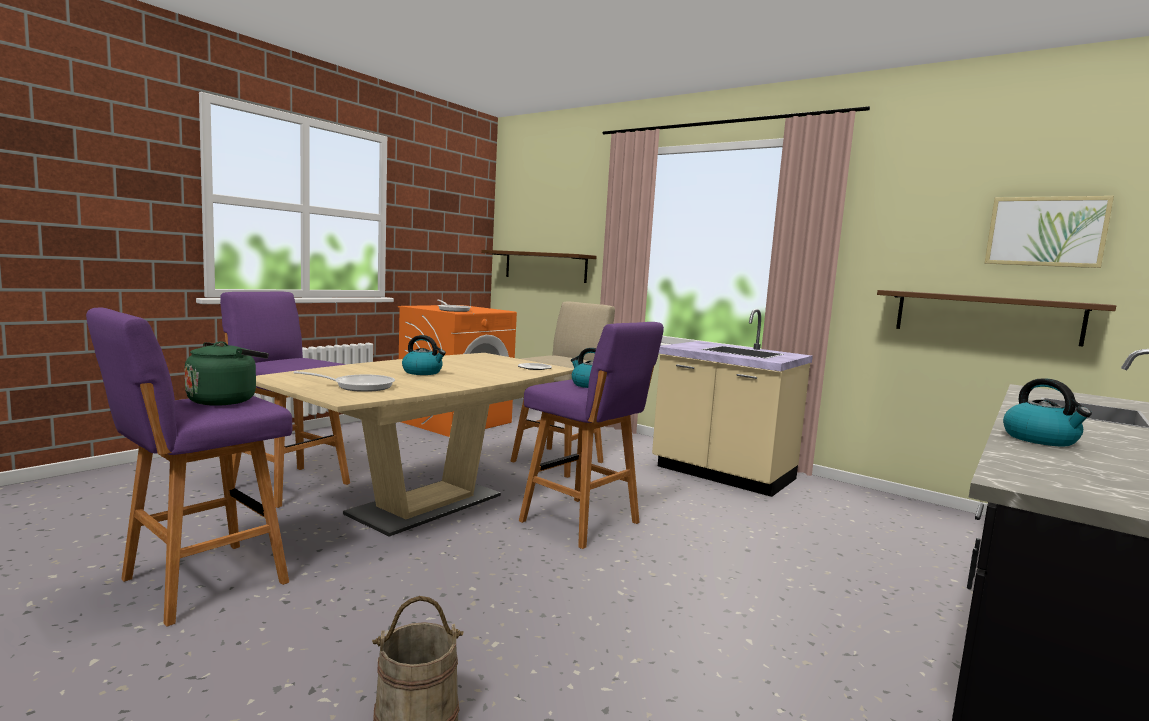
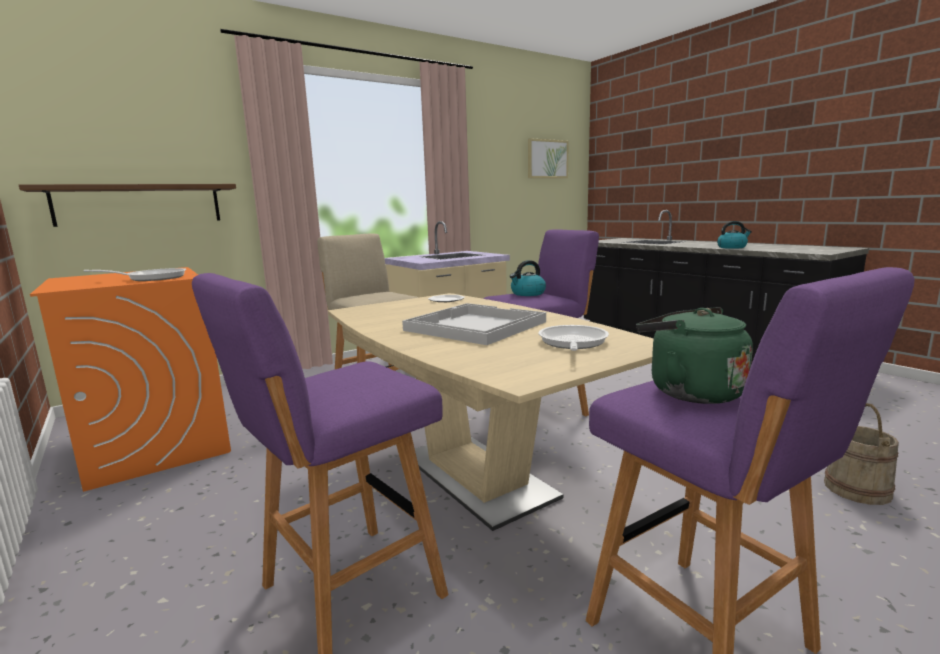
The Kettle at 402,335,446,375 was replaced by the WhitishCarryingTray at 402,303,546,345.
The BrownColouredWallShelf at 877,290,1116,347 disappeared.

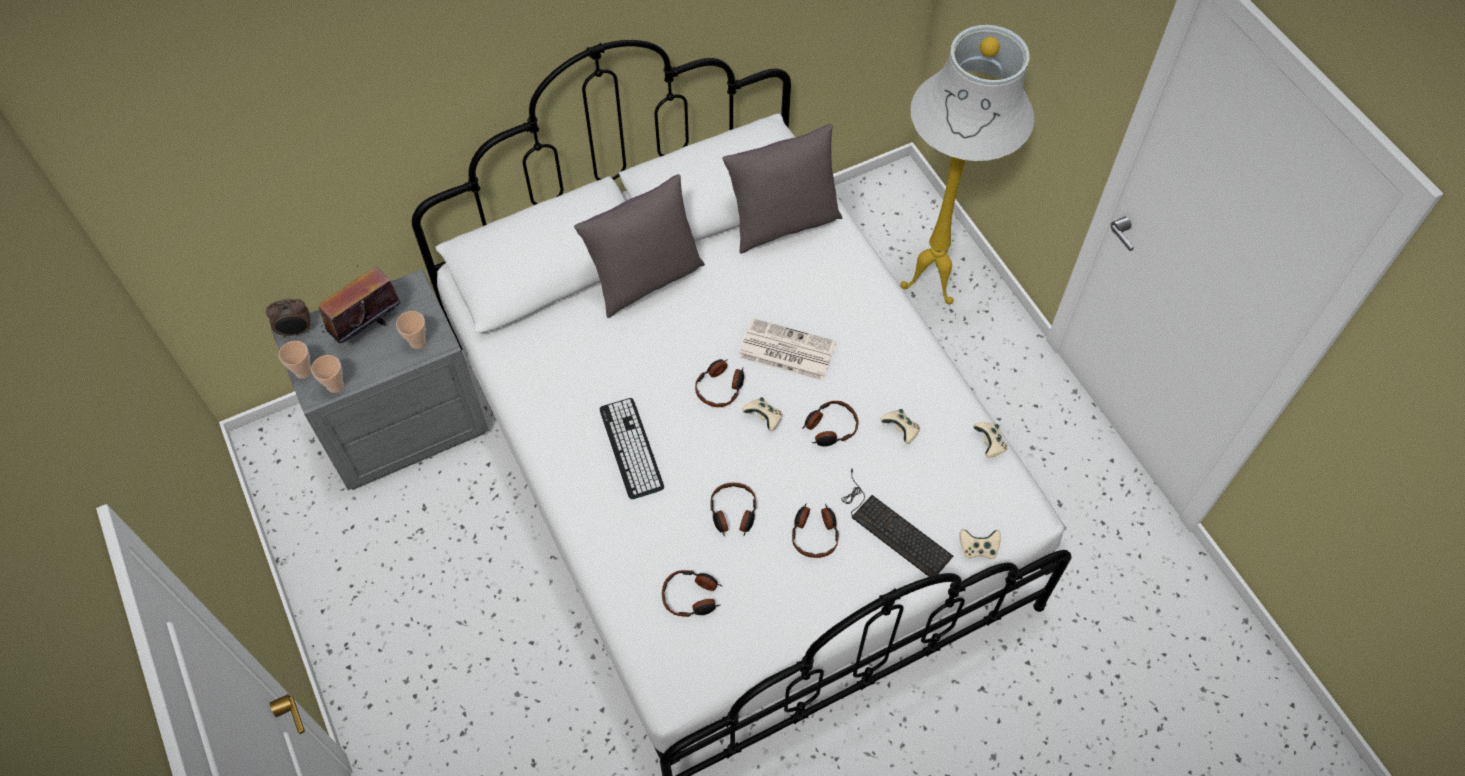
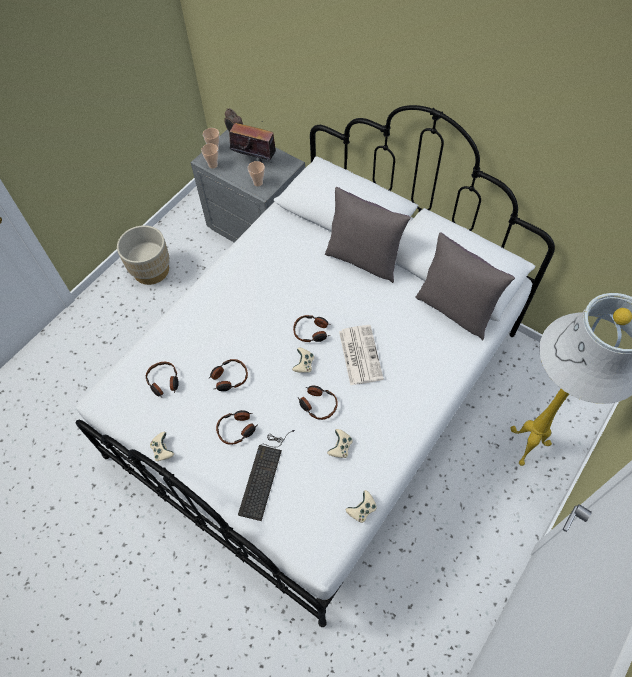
The BeigePlanter at 117,225,170,285 appeared.
The BeigeJoypad moved from 959,529,1001,559 to 150,432,174,461.
The PcKeyboard at 600,398,664,499 disappeared.

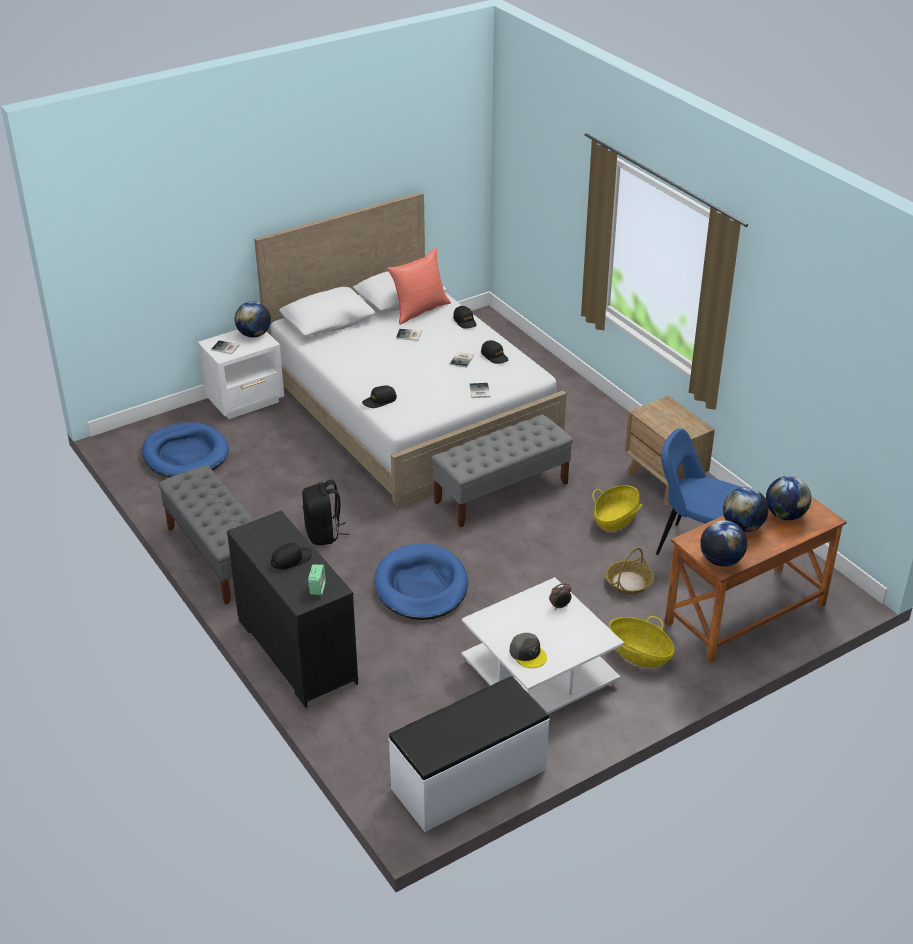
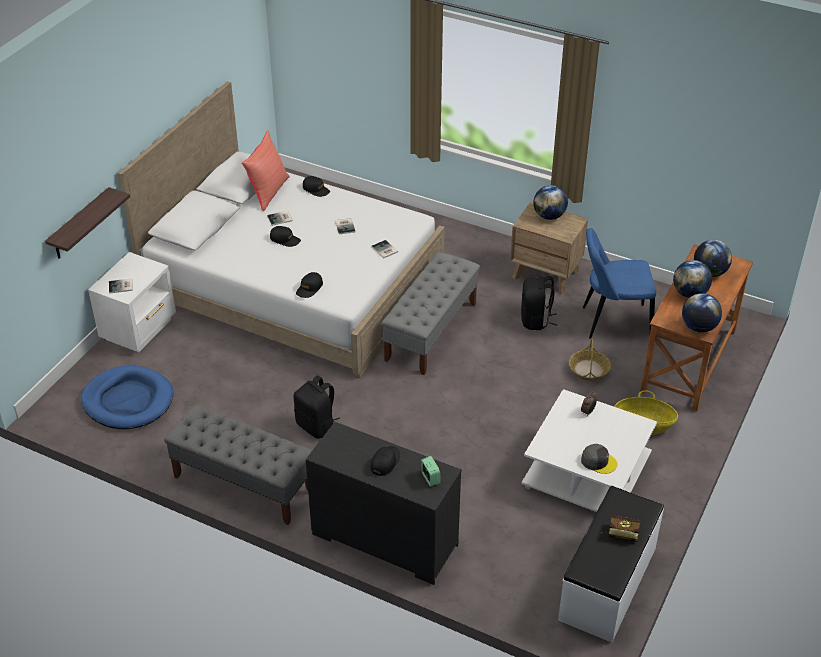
The WallShelf at 45,187,130,259 appeared.
The BlackColouredCap moved from 481,340,508,364 to 270,226,301,247.
The StorageBasket at 592,485,642,531 was replaced by the BlackColouredBackpack at 521,276,557,330.
The Globe moved from 235,301,271,338 to 533,185,568,220.
The BoundBook at 601,515,641,542 appeared.
The BlueColouredDogCushion at 374,543,468,620 disappeared.

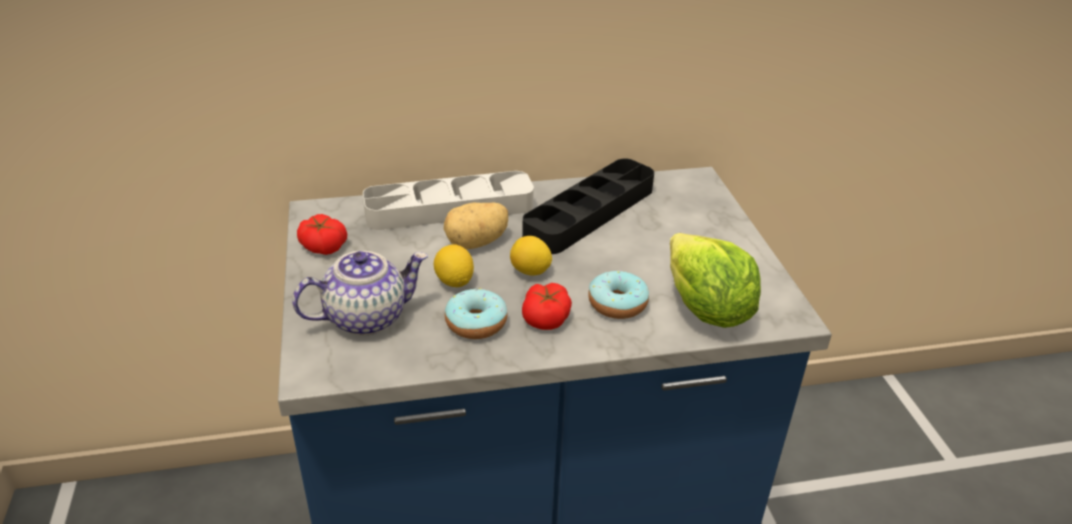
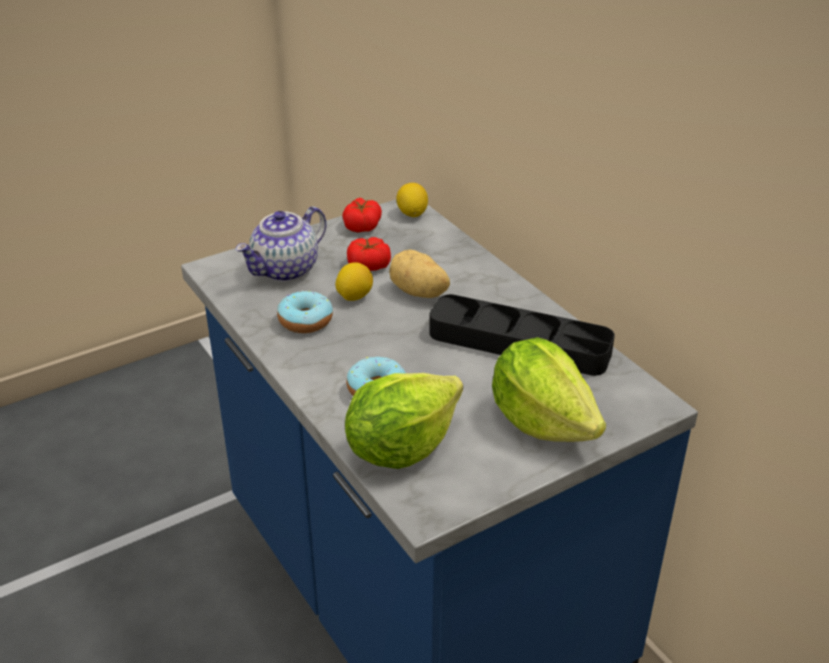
The TeaPot at 292,251,428,336 turned 90 degrees clockwise.
The FreshTomato moved from 522,283,572,330 to 347,237,391,271.
The CitrusFruit moved from 510,236,552,276 to 396,183,428,217.
The HeadOfLettuce at 492,337,606,442 appeared.
The GreyishCarryingTray at 363,171,534,230 disappeared.

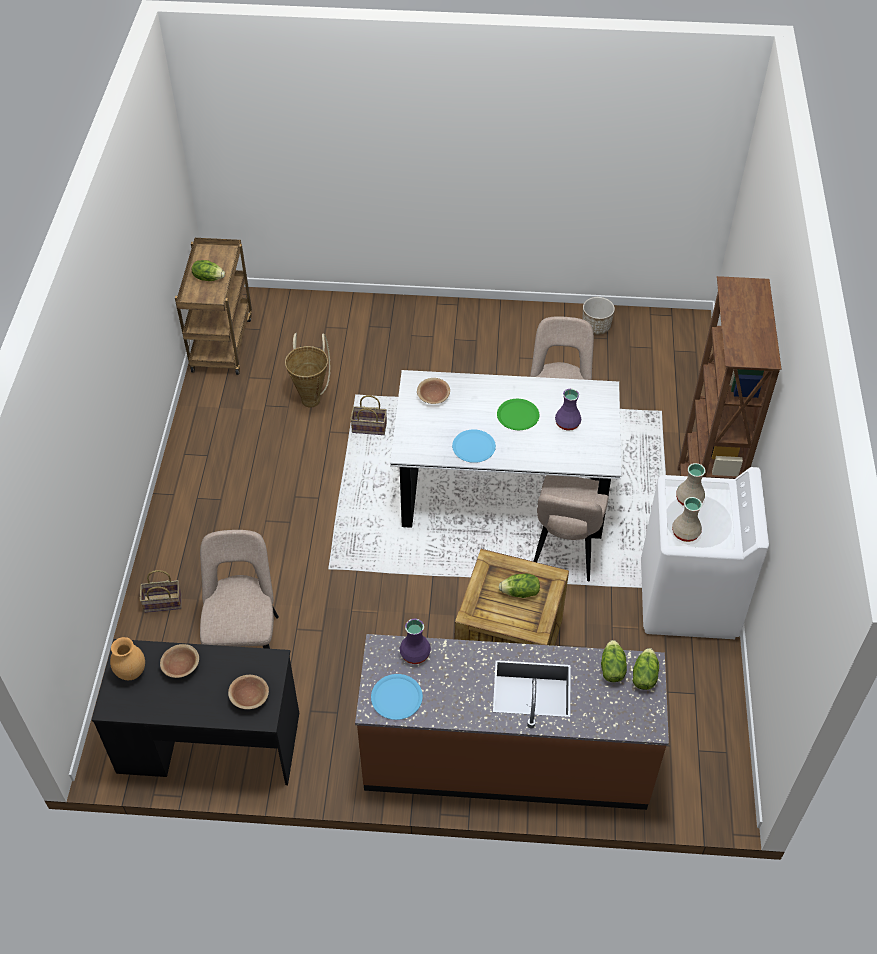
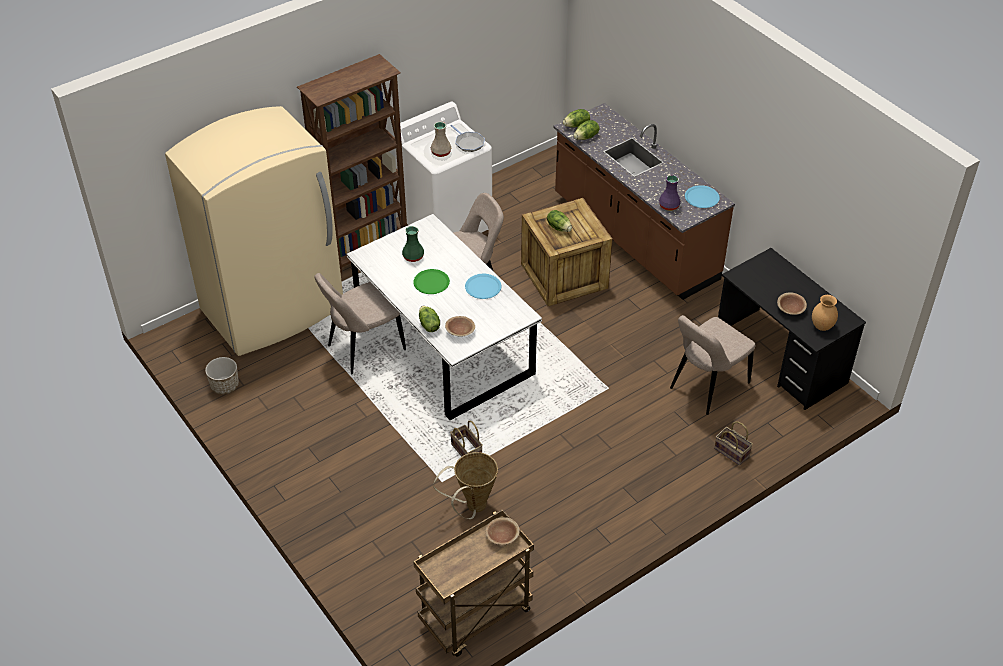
The BeigeFridge at 165,106,343,356 appeared.
The PurpleVase at 555,389,581,431 became the GreenVase at 402,226,424,262.
The HeadOfLettuce moved from 192,260,225,281 to 419,306,440,332.
The BeigeVase at 672,497,702,542 was replaced by the Pan at 451,125,485,152.
The BrownColouredBowl moved from 228,675,269,709 to 485,517,520,545.

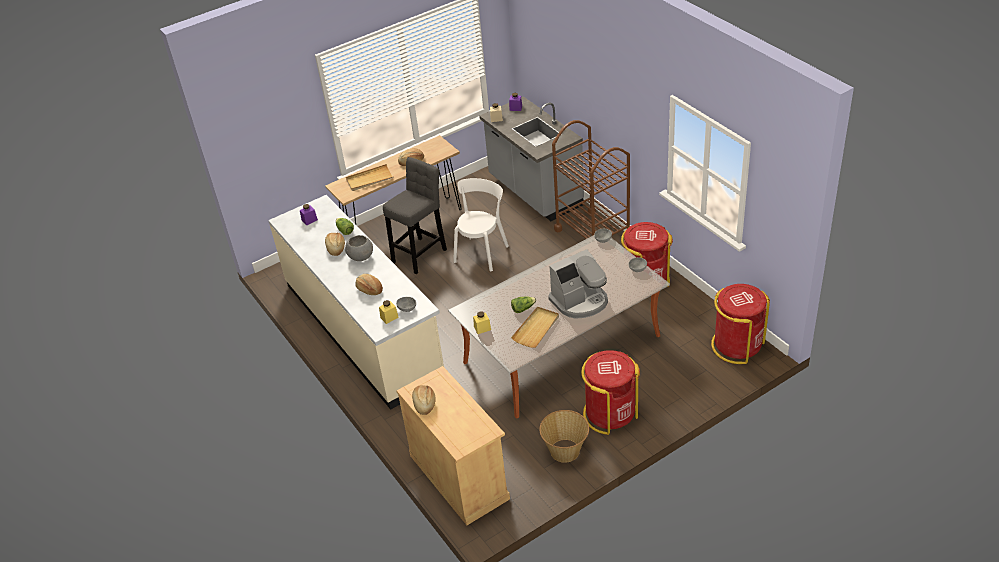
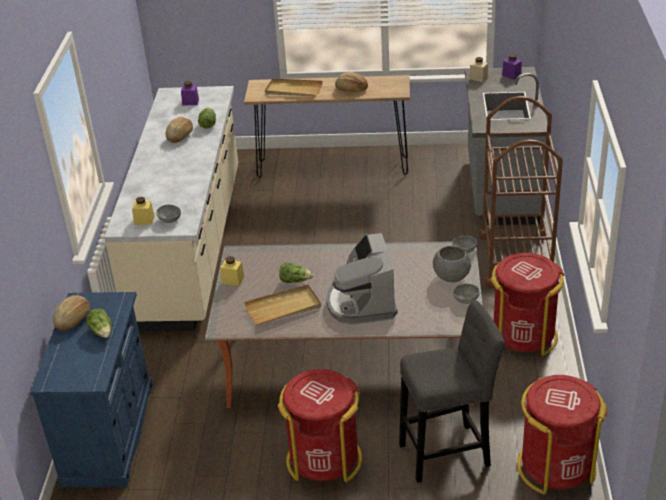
The BeigeStorageCabinet at 396,366,510,525 became the BlueColouredStorageCabinet at 30,292,153,487.
The HeadOfLettuce at 86,309,112,338 appeared.
The CoffeeMachine at 548,249,608,319 turned 75 degrees clockwise.
The GreyishSittingStool moved from 383,157,447,274 to 399,300,505,483.
The GreyishBowl moved from 345,235,373,261 to 433,246,471,282.
The BakedBread at 356,274,383,295 disappeared.
The WhitishUprightChair at 453,178,509,271 disappeared.
The StorageBasket at 539,410,589,463 disappeared.

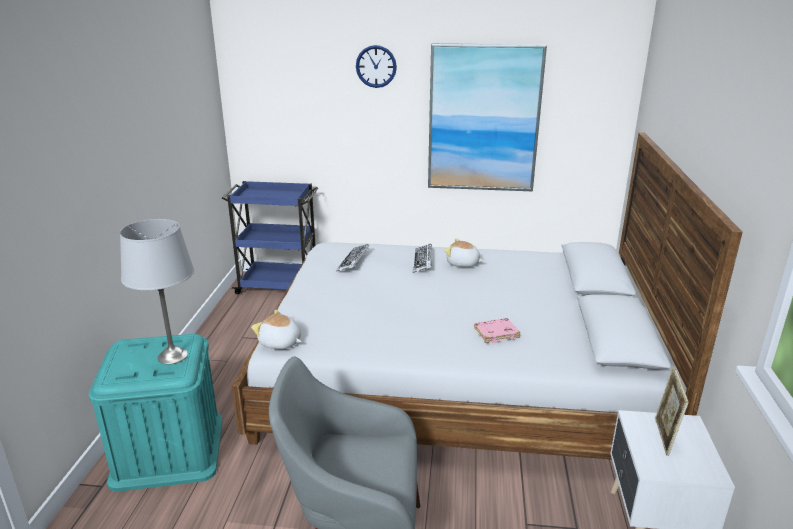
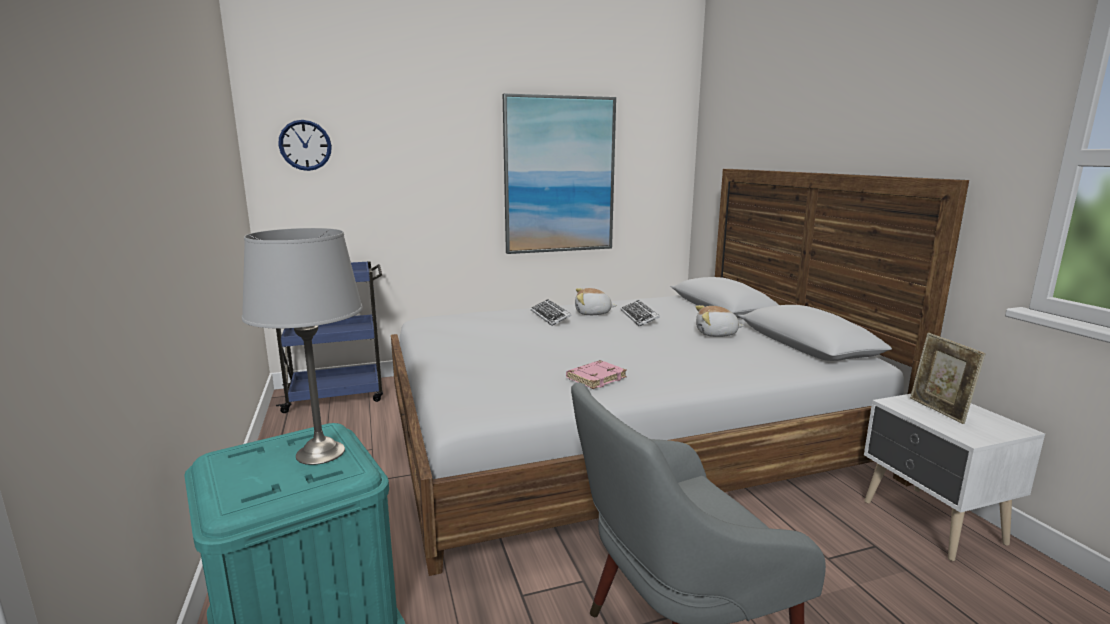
The ClockOnTheWall moved from 356,45,397,88 to 278,120,332,171.
The PinkColouredBoundBook moved from 474,318,521,343 to 566,360,627,389.
The PcKeyboard moved from 336,244,369,272 to 621,300,660,327.
The PlushToy moved from 251,310,302,349 to 695,305,744,337.

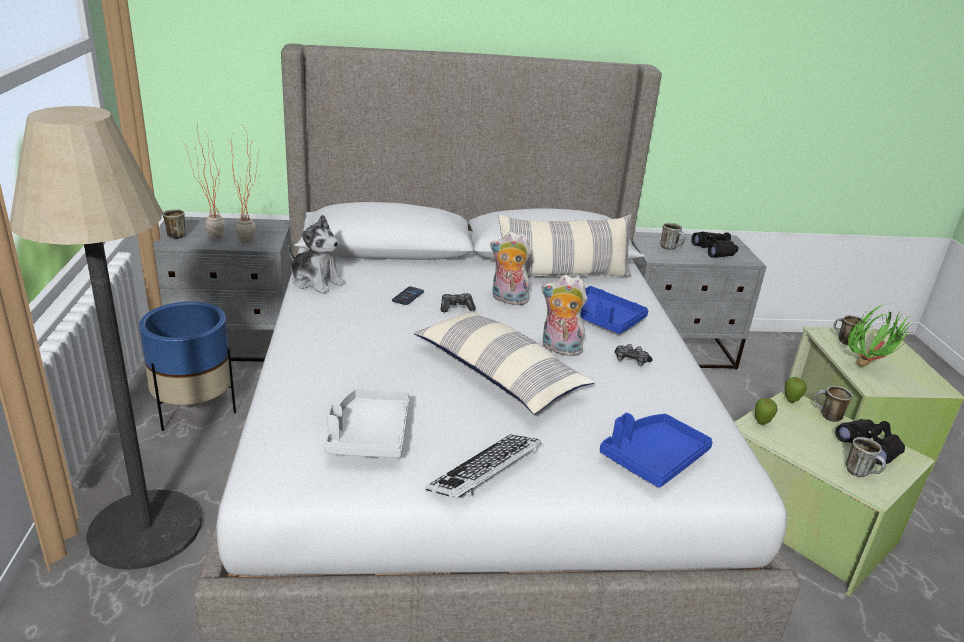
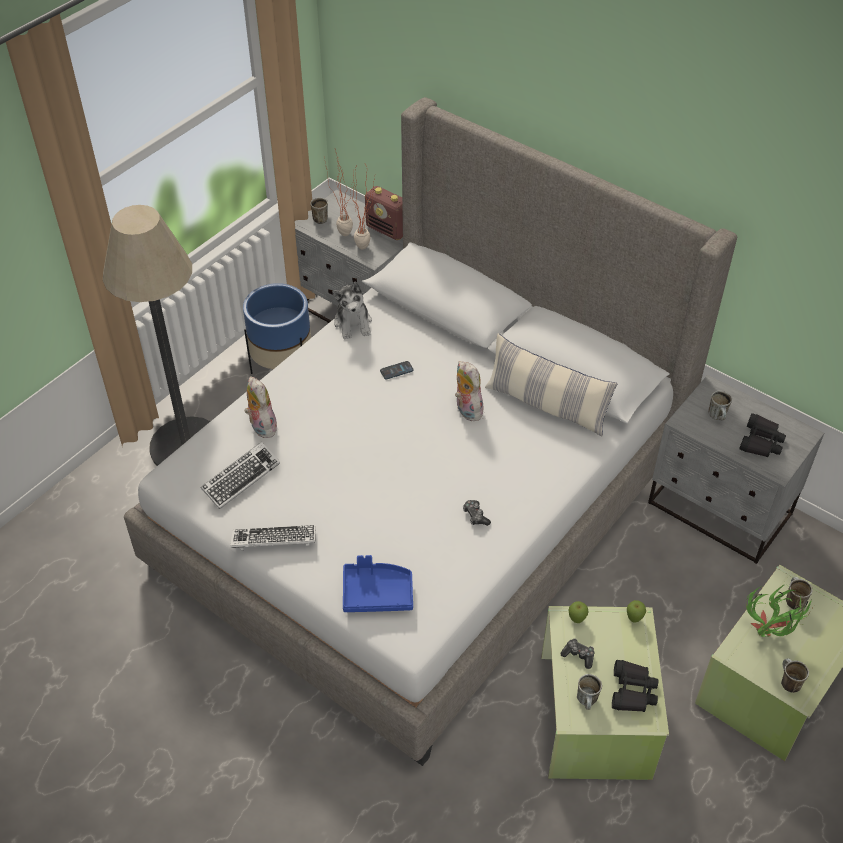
The GreyishCarryingTray at 324,389,410,458 was replaced by the PcKeyboard at 200,442,280,509.
The PlushToy moved from 542,275,587,356 to 244,377,277,438.
The RadioReceiver at 365,186,403,240 appeared.
The Joypad moved from 441,293,476,312 to 561,638,595,669.
The CoffeeMug moved from 815,386,853,422 to 781,658,809,693.
The ThrowPillow at 414,311,595,414 disappeared.
The BlueColouredCarryingTray at 580,286,648,334 disappeared.

